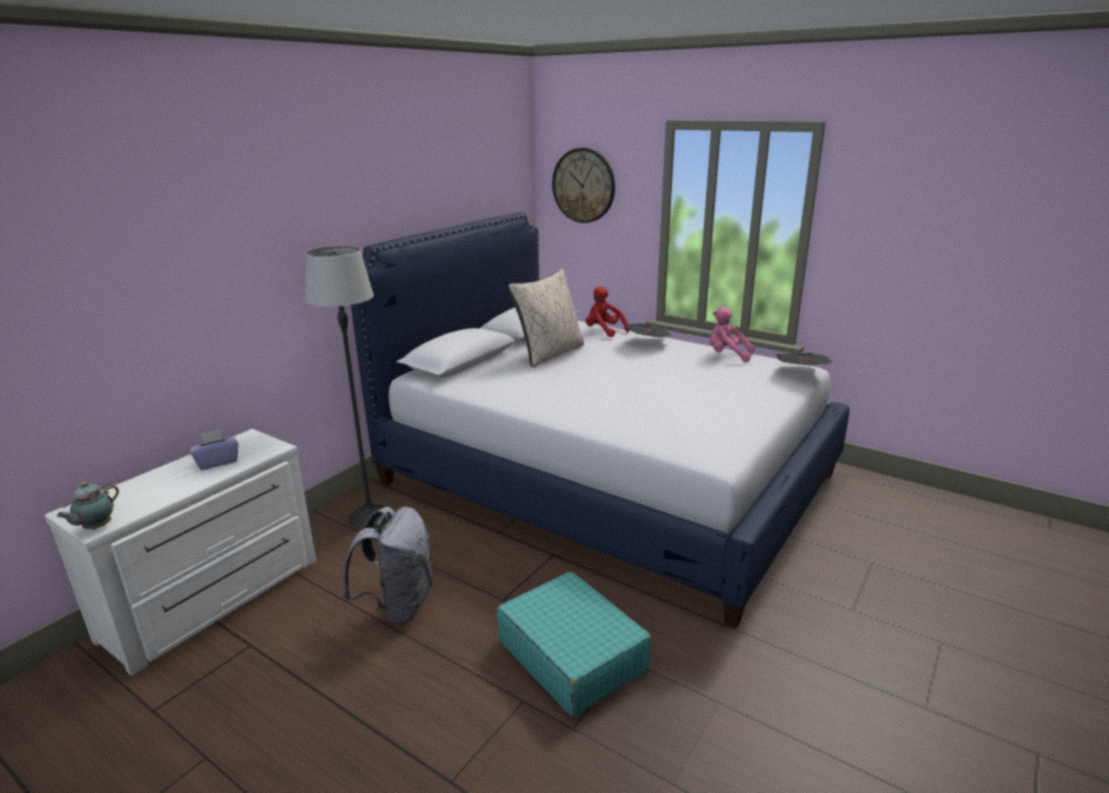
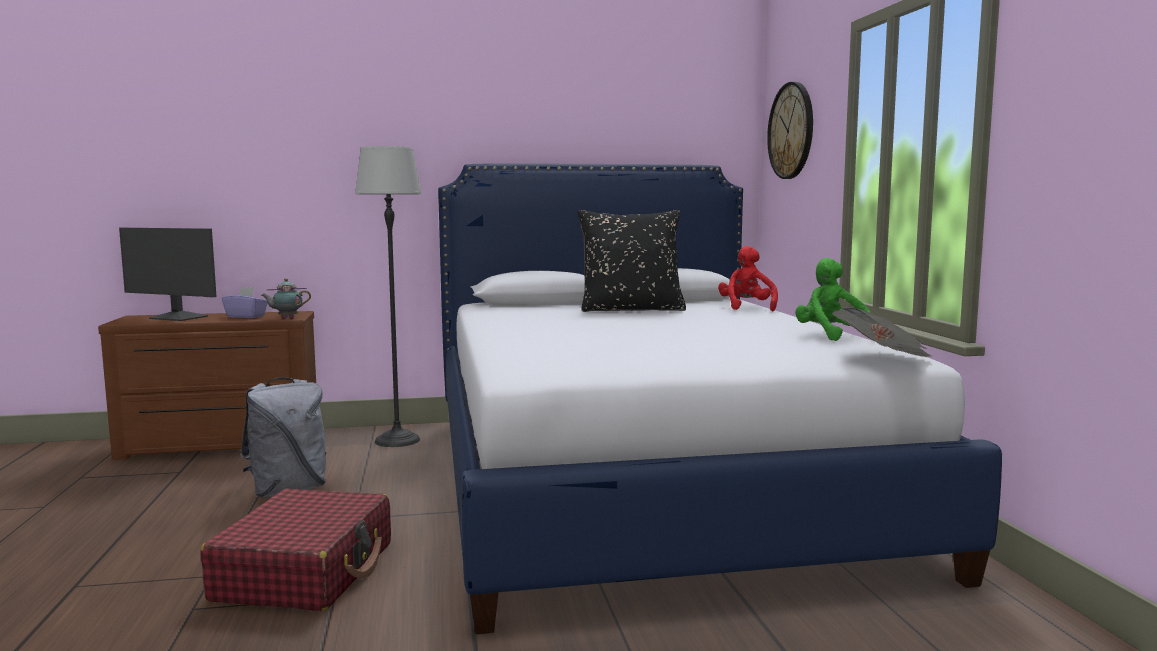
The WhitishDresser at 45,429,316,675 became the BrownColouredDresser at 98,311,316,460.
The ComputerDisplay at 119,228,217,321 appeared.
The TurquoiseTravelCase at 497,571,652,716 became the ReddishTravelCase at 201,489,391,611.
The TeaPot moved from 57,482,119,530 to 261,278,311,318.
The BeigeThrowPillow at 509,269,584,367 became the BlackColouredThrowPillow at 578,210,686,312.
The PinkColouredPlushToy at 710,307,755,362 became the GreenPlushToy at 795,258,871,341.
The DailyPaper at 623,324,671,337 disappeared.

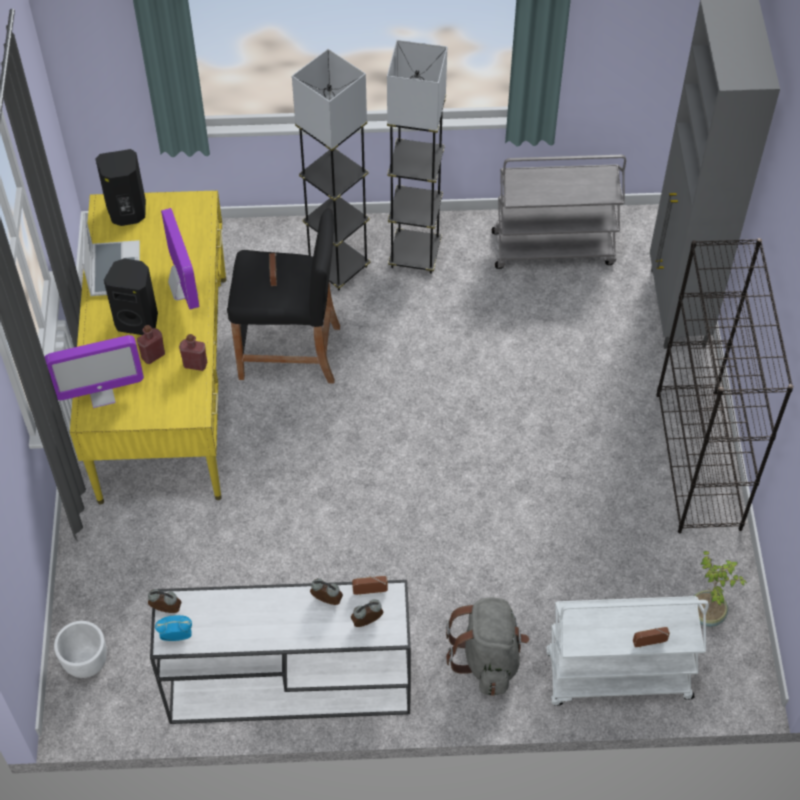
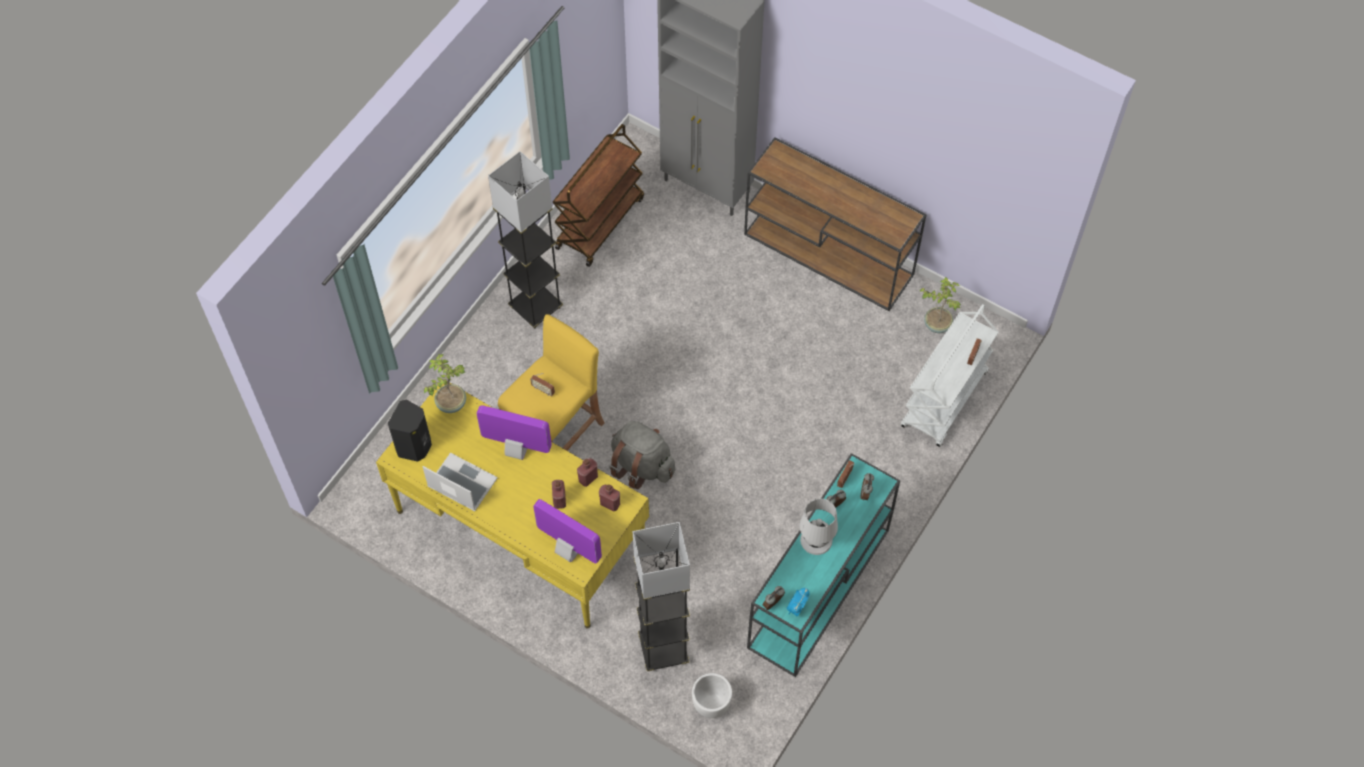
The PlantInAPot at 424,354,466,413 appeared.
The BlackColouredSittingStool at 227,208,340,384 became the YellowColouredSittingStool at 498,314,604,450.
The ComputerDisplay at 45,335,144,408 turned 75 degrees counterclockwise.
The GreyishWheeledCart at 492,155,626,269 became the BrownColouredWheeledCart at 552,124,644,267.
The ReddishBeverageBottle at 599,484,620,511 appeared.
The GreyishBackpack moved from 446,598,529,695 to 609,421,675,490.
The GreyishFloorLamp moved from 292,49,371,291 to 633,522,690,671.
The BlackColouredBookshelf at 656,238,794,533 was replaced by the BrownColouredConsoleTable at 744,137,926,311.
The WhitishConsoleTable at 150,580,411,724 became the TurquoiseConsoleTable at 747,453,900,677.
The WhitishTabletopLamp at 800,498,838,555 appeared.
The BlackColouredLoudspeaker at 104,259,158,335 disappeared.

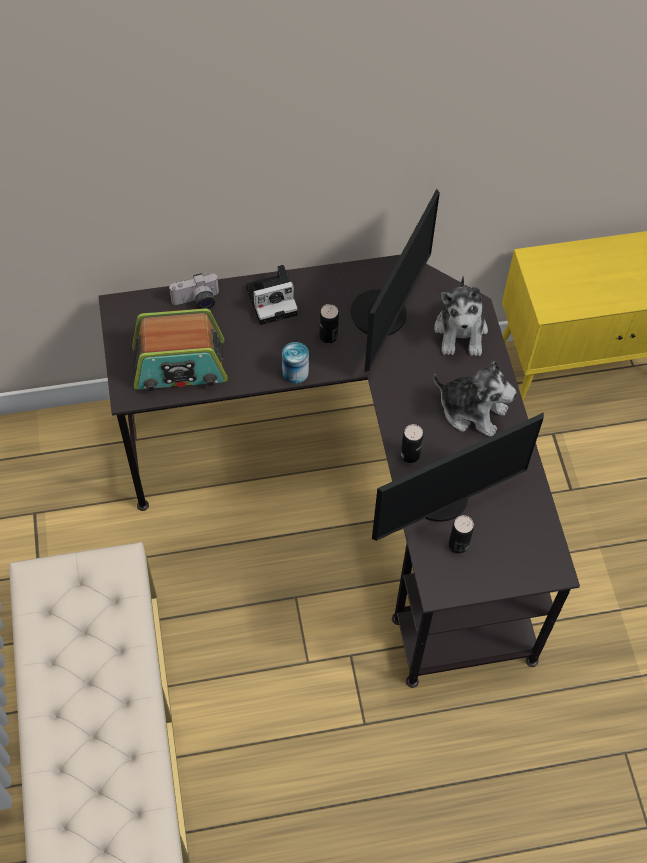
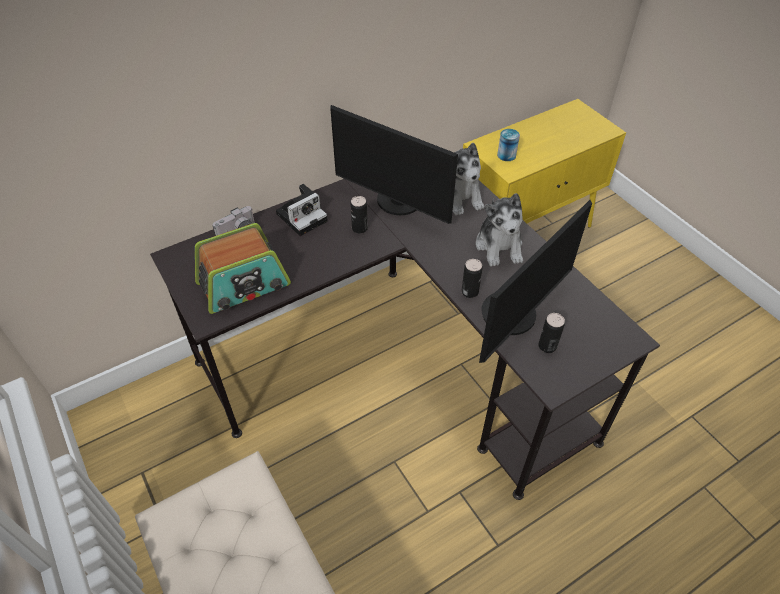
The ComputerDisplay at 350,189,440,372 turned 120 degrees clockwise.
The PlushToy at 433,361,516,437 turned 75 degrees clockwise.
The MetalCan moved from 282,342,309,384 to 497,129,520,161.

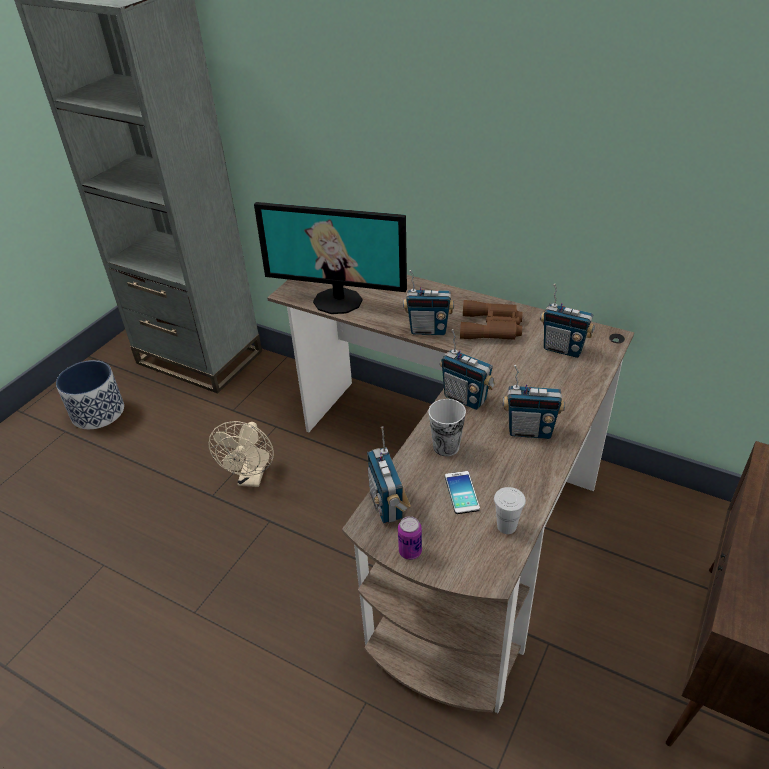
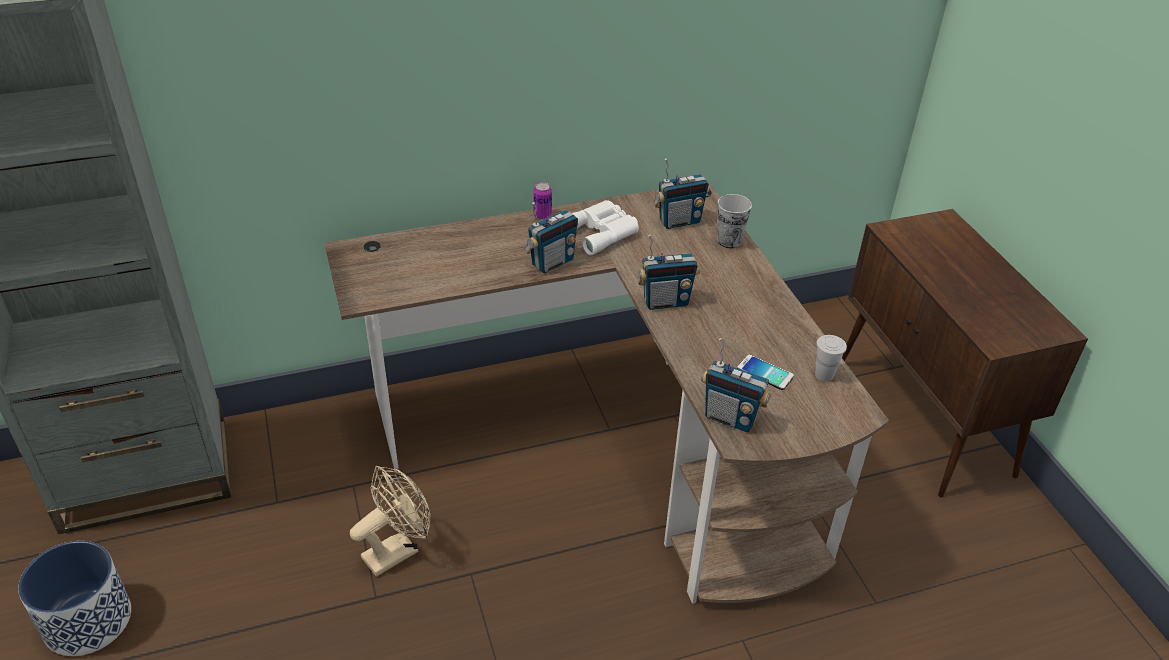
The BeigeElectricFan at 209,421,274,487 turned 90 degrees counterclockwise.
The MetalCan moved from 398,516,422,560 to 533,182,552,219.
The BrownColouredPairOfBinoculars at 460,300,523,340 became the WhitishPairOfBinoculars at 572,200,639,256.
The Cup moved from 428,399,466,456 to 717,194,752,248.
The ComputerDisplay at 254,202,407,314 disappeared.
The RadioReceiver at 503,365,565,439 disappeared.

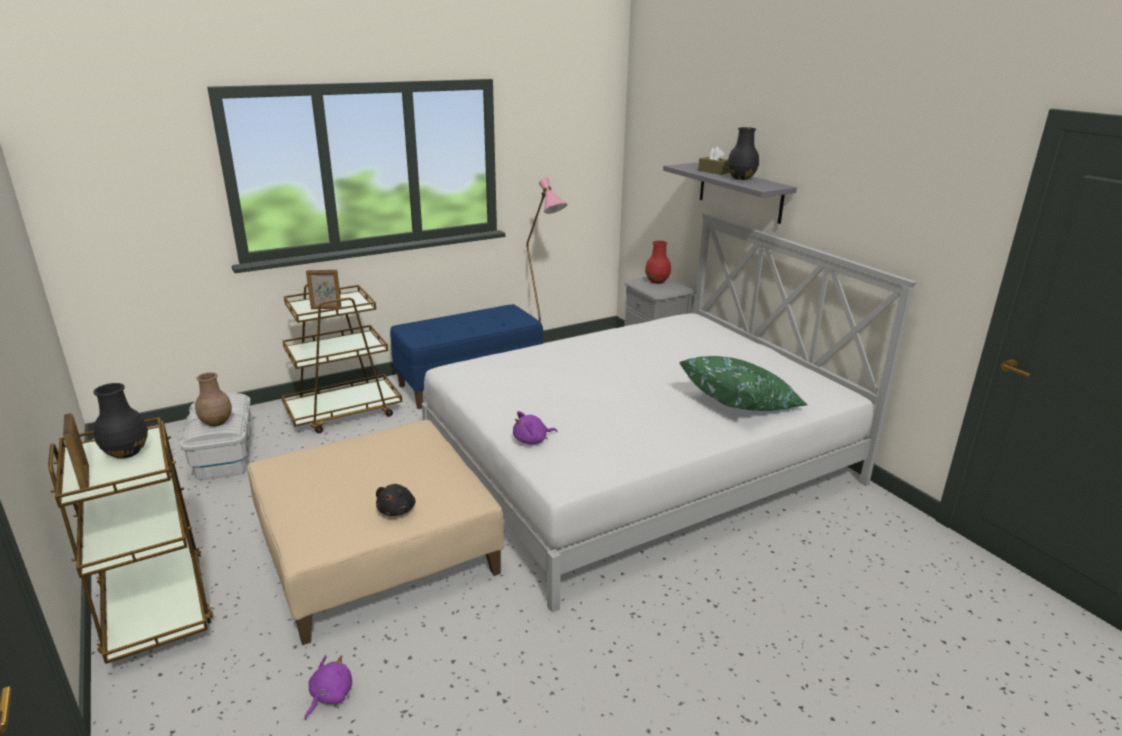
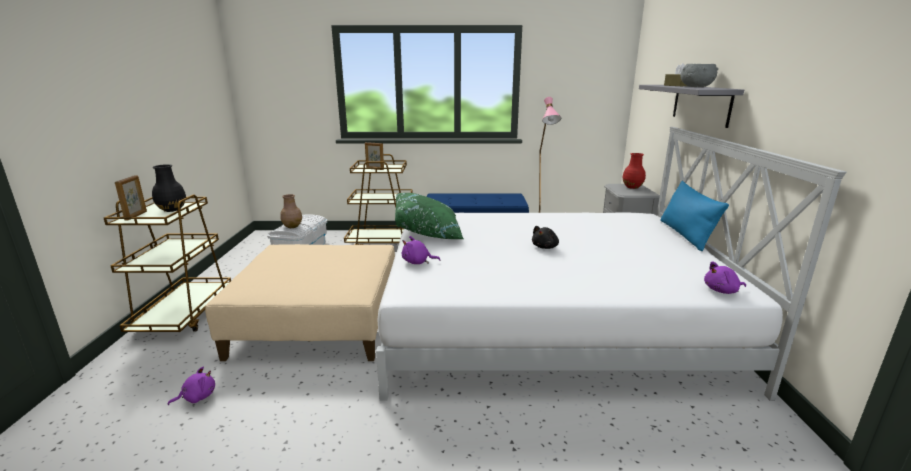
The GreenThrowPillow moved from 679,356,807,411 to 395,193,464,239.
The BlackColouredPlushToy moved from 376,484,416,516 to 532,226,559,249.
The BlueColouredThrowPillow at 660,181,729,251 appeared.
The BlackColouredVase at 727,127,759,180 was replaced by the GreyishBowl at 680,64,718,87.
The PurplePlushToy at 704,262,746,294 appeared.

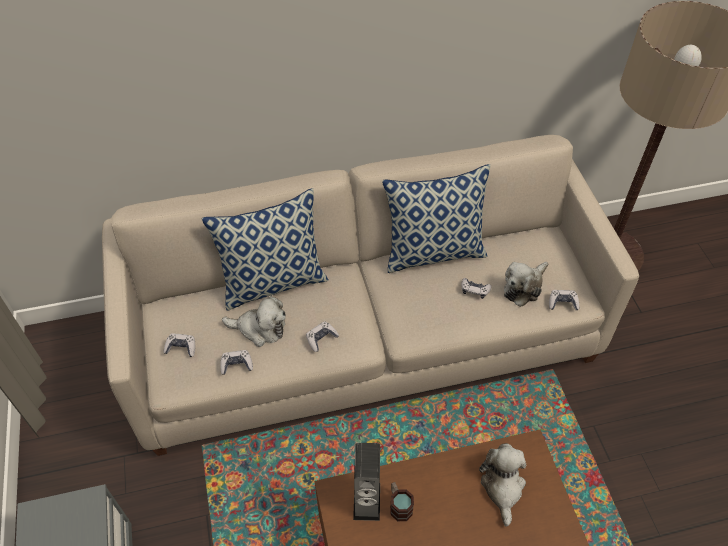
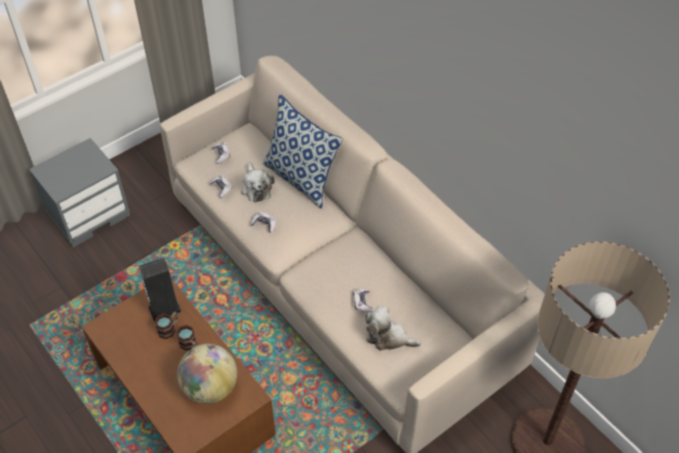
The CoffeeMug at 176,325,197,351 appeared.
The PlushToy at 479,443,526,526 was replaced by the Globe at 177,344,237,404.
The ThrowPillow at 382,164,490,273 disappeared.
The Joypad at 549,290,579,310 disappeared.

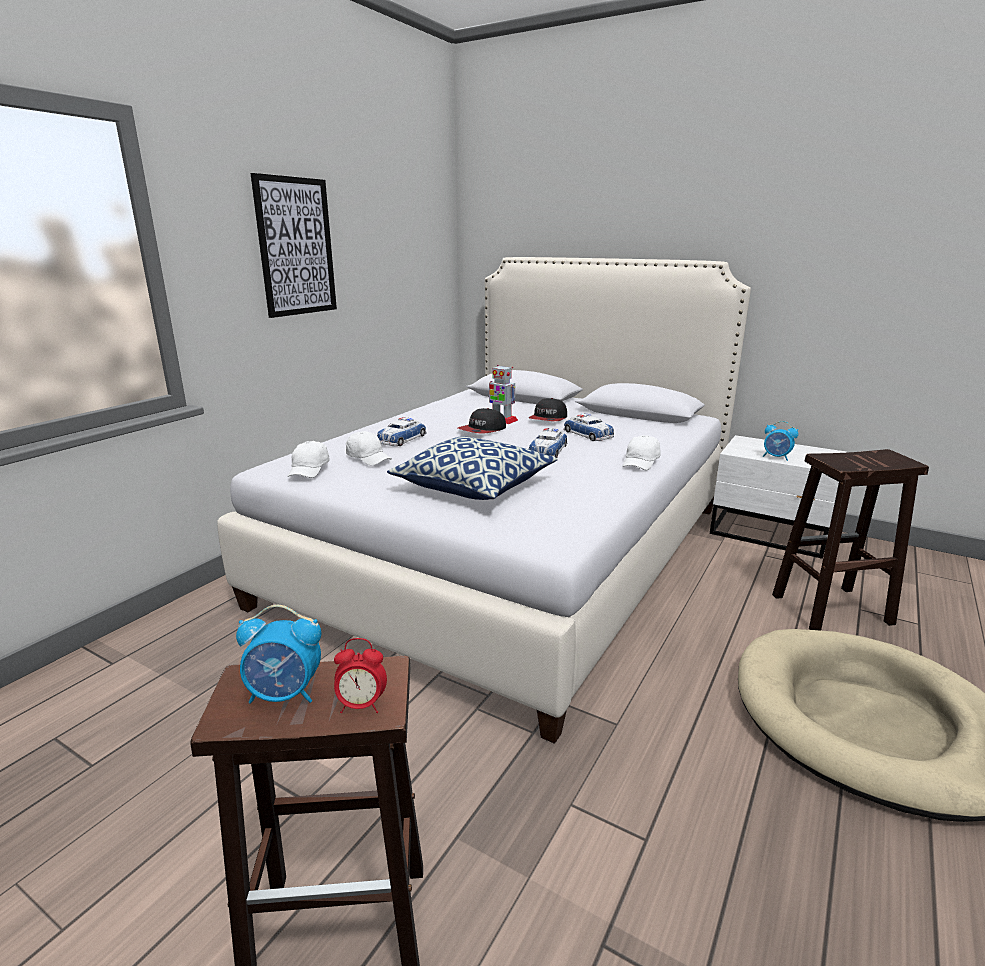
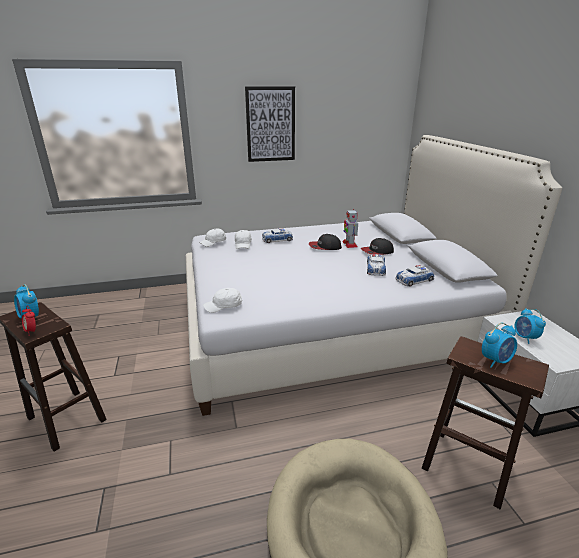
The WhitishCap moved from 623,435,661,471 to 203,288,242,313.
The MiniatureCar moved from 529,428,567,458 to 396,265,434,287.
The AlarmClock at 482,323,517,368 appeared.
The ThrowPillow at 387,436,558,500 disappeared.

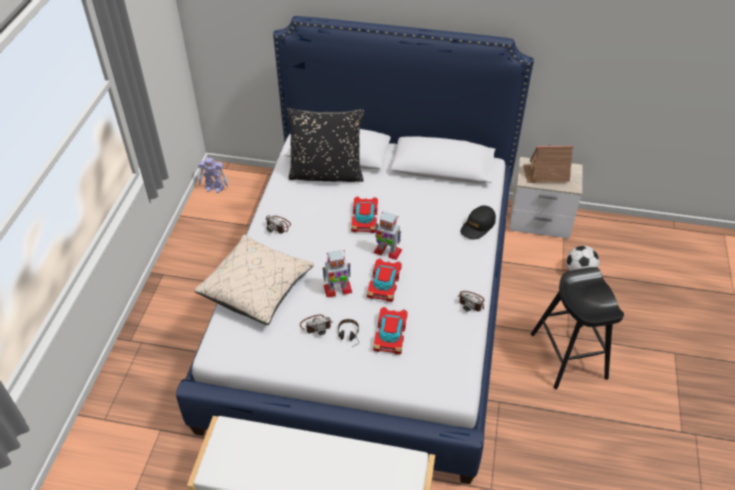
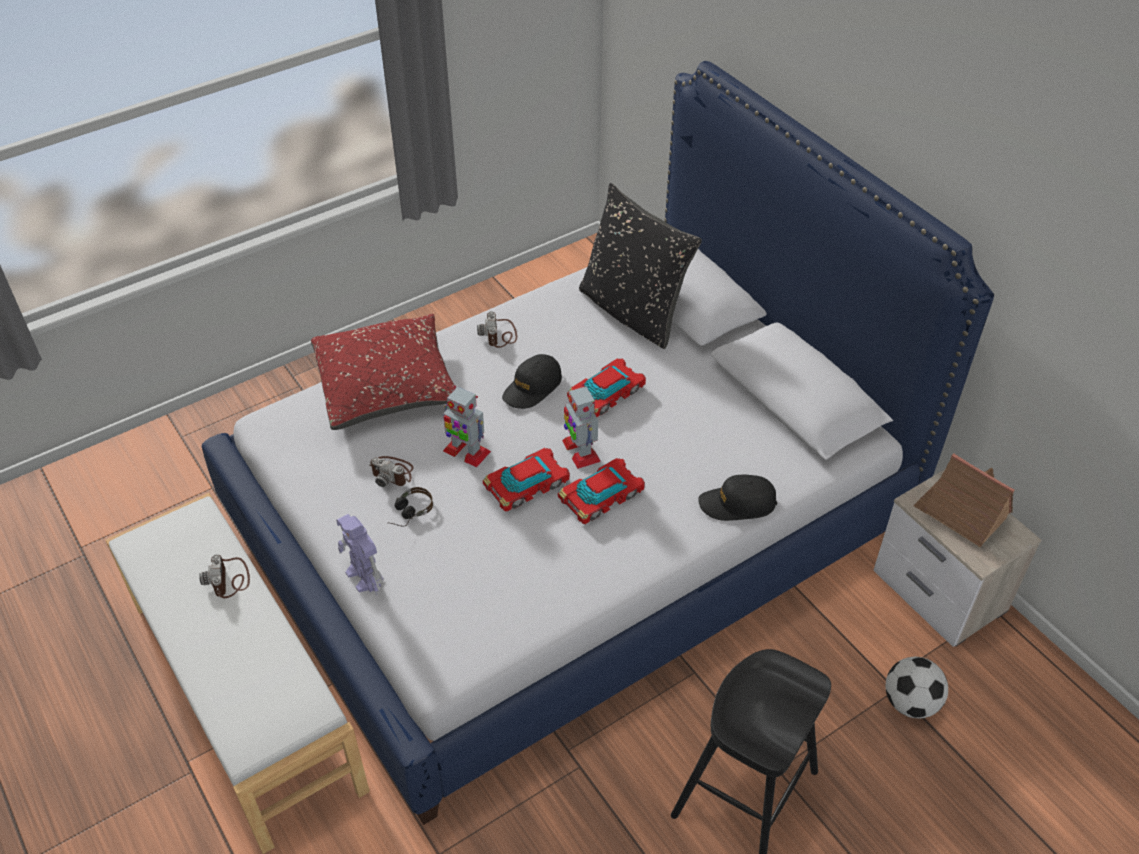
The StillCamera moved from 458,291,484,311 to 199,554,250,598.
The BeigeThrowPillow at 195,235,314,325 became the ReddishThrowPillow at 311,314,456,430.
The ModelRobot moved from 198,158,228,193 to 336,514,383,595.
The BlackColouredCap at 502,354,562,409 appeared.
The MiniatureCar moved from 373,307,408,354 to 558,458,645,524.

